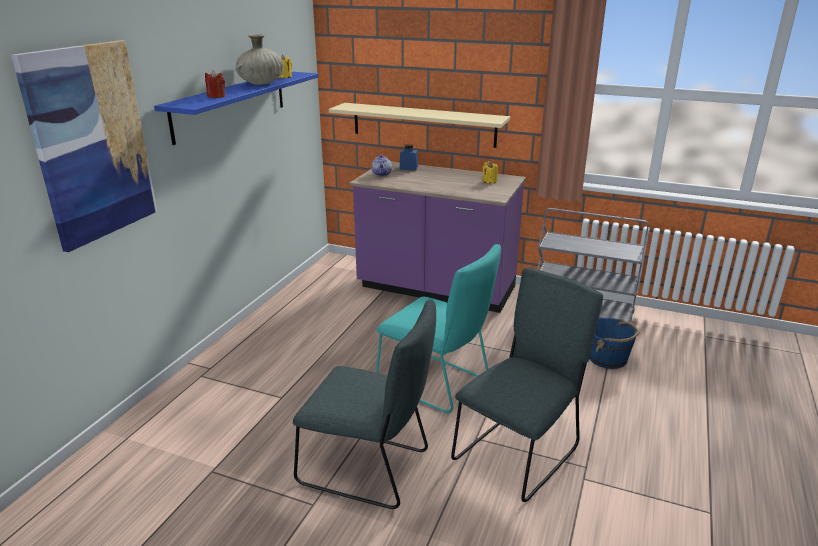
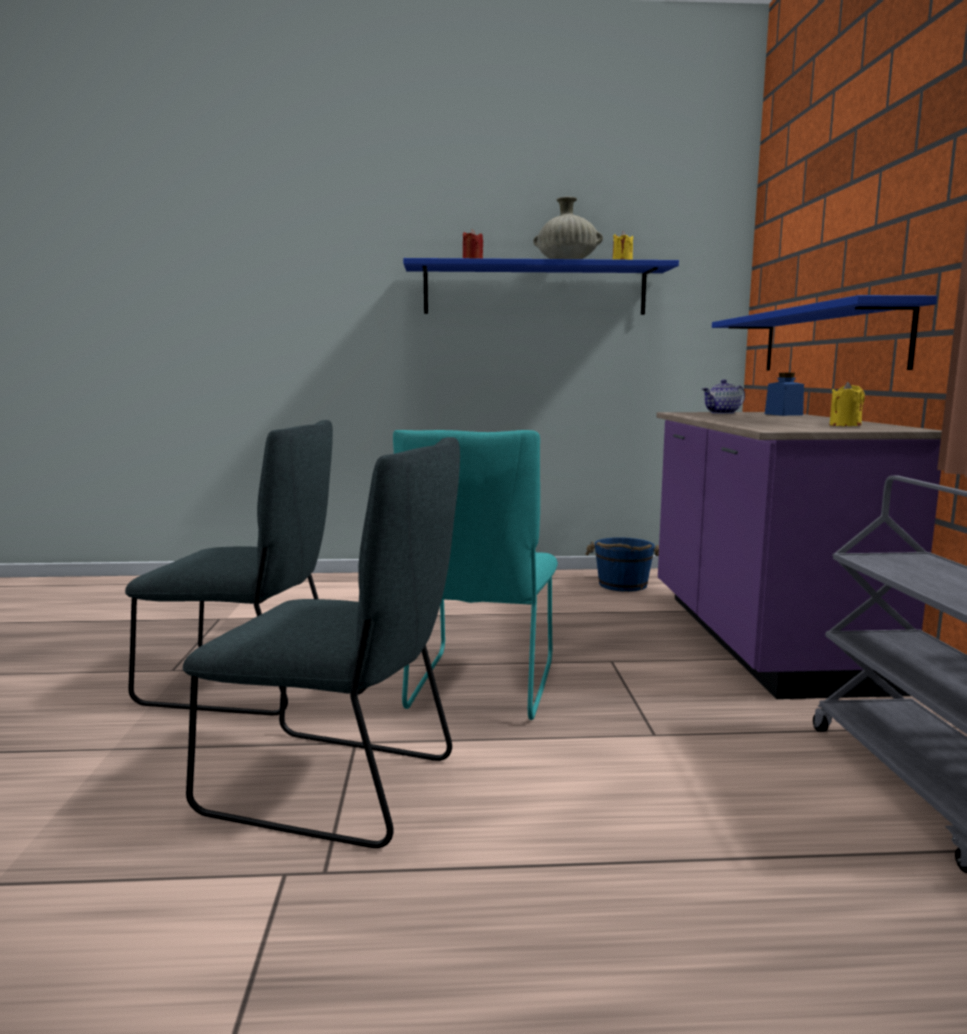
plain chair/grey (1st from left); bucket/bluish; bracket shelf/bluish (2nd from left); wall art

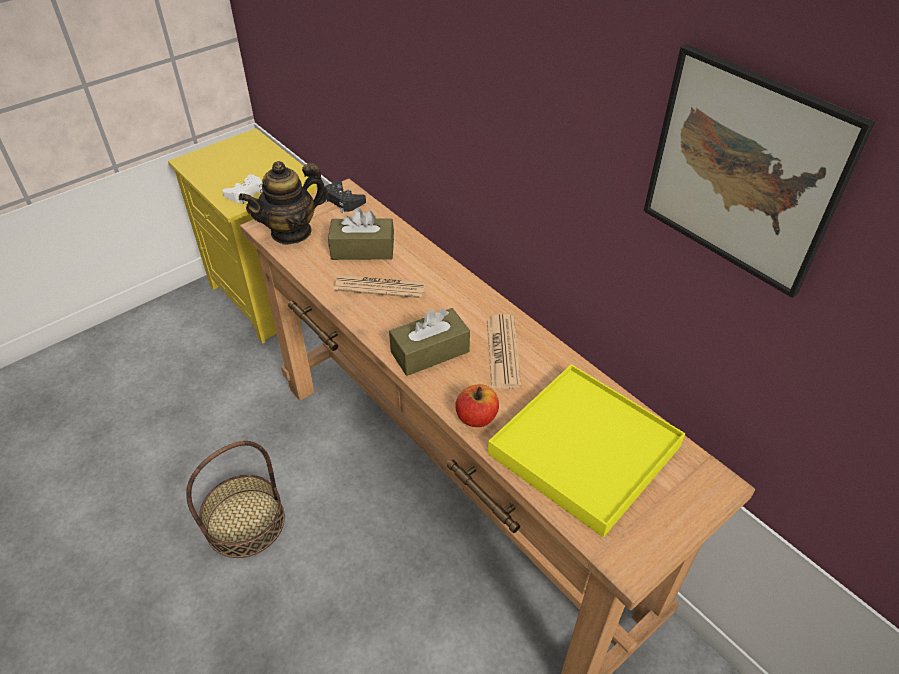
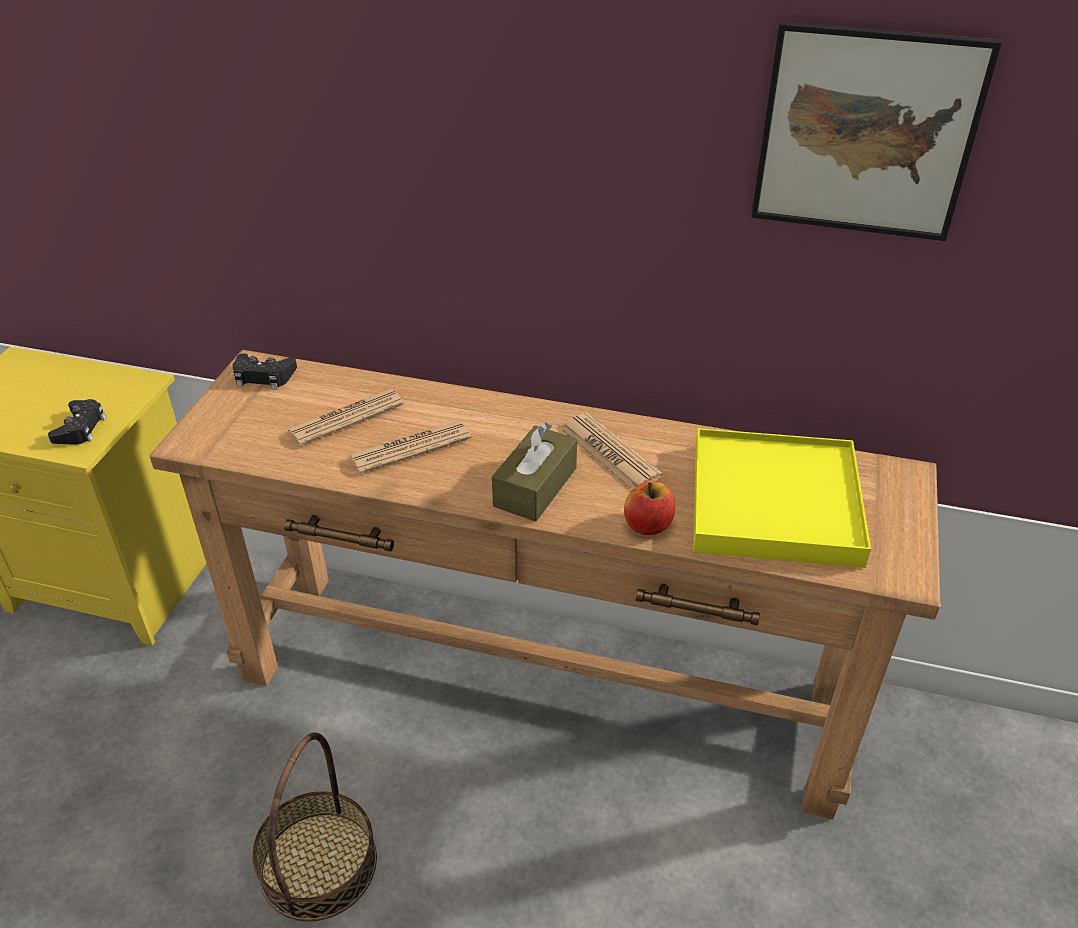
game controller/black (1st from left); printed paper (1st from left); pot for tea

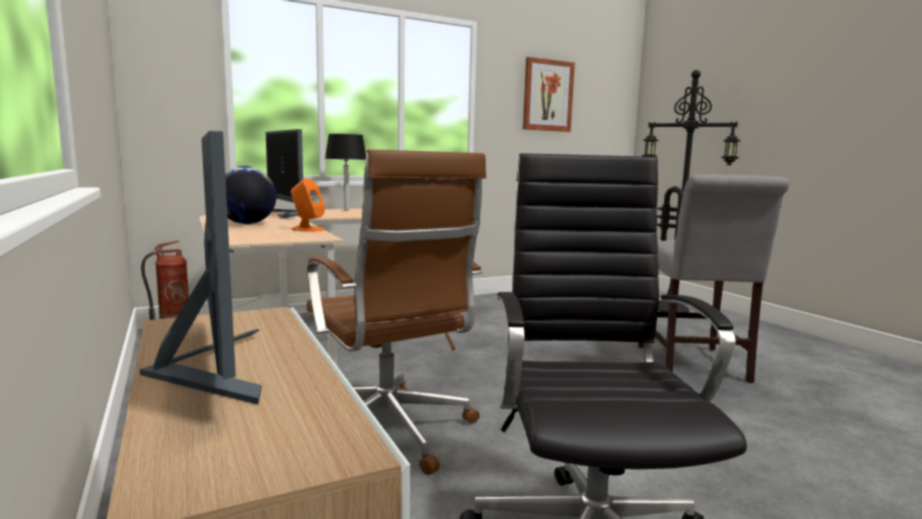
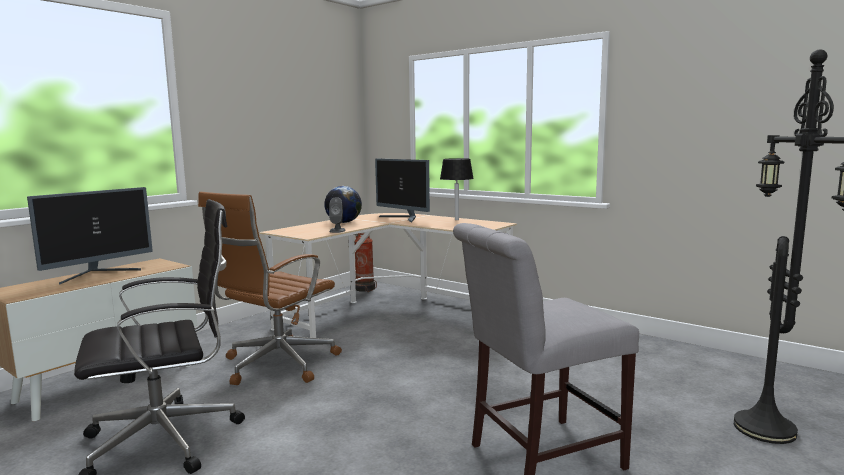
loudspeaker/grey; monitor (2nd from left); wall art

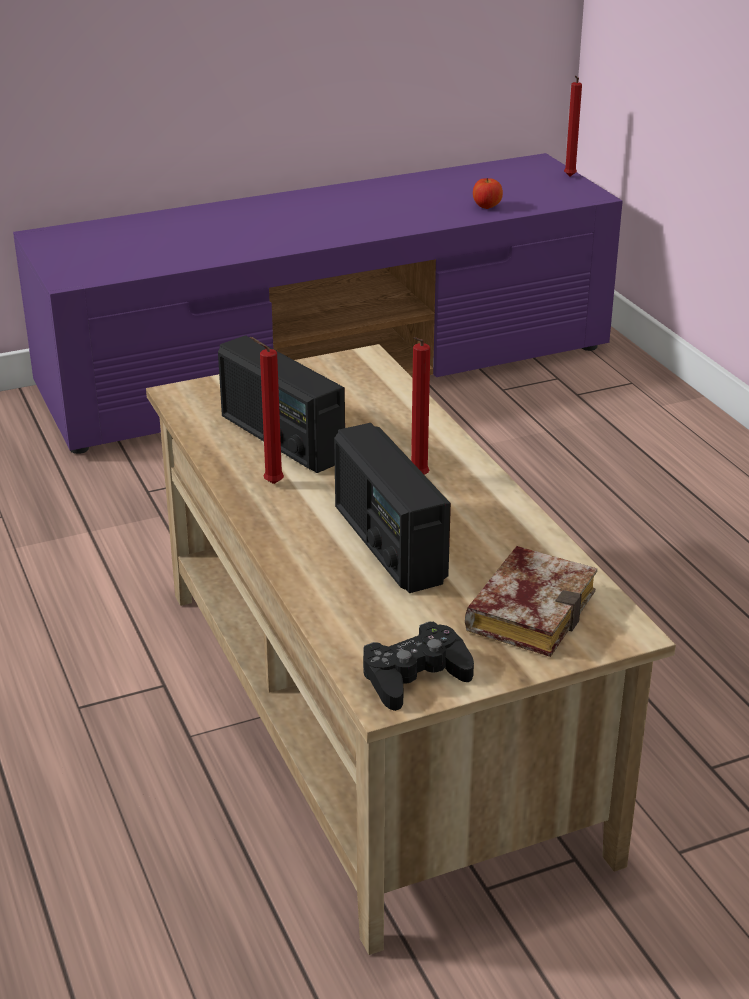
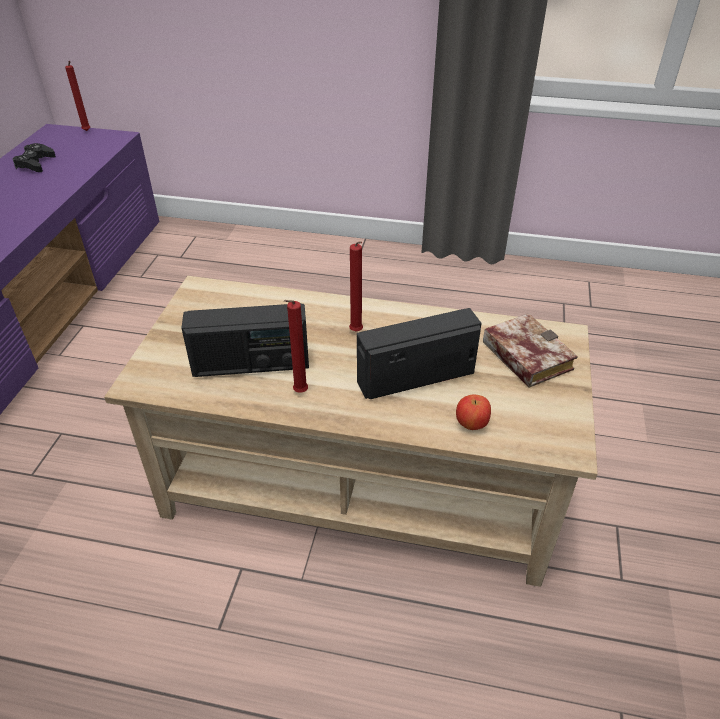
game controller/black; radio (2nd from left); whole apple

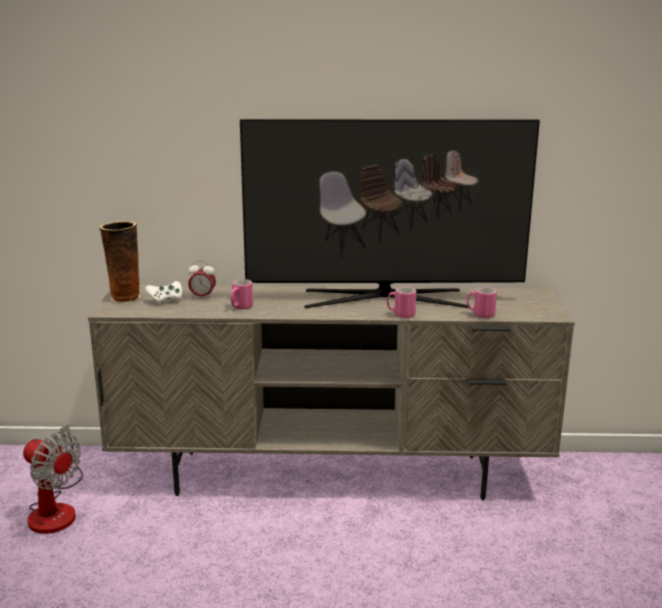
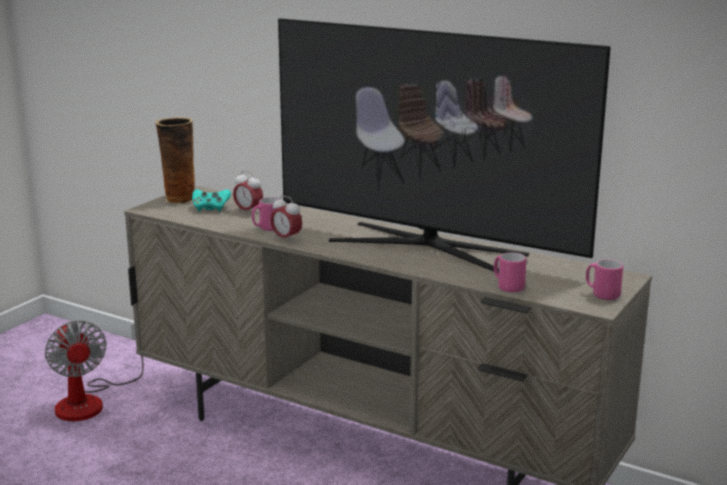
game controller/turquoise-coloured; alarm clock (2nd from left); mug/pinkish (3rd from left)

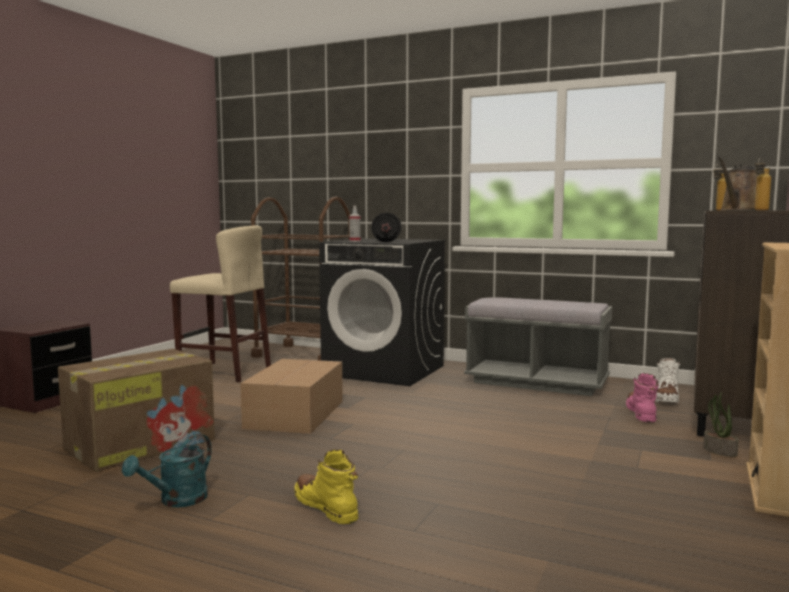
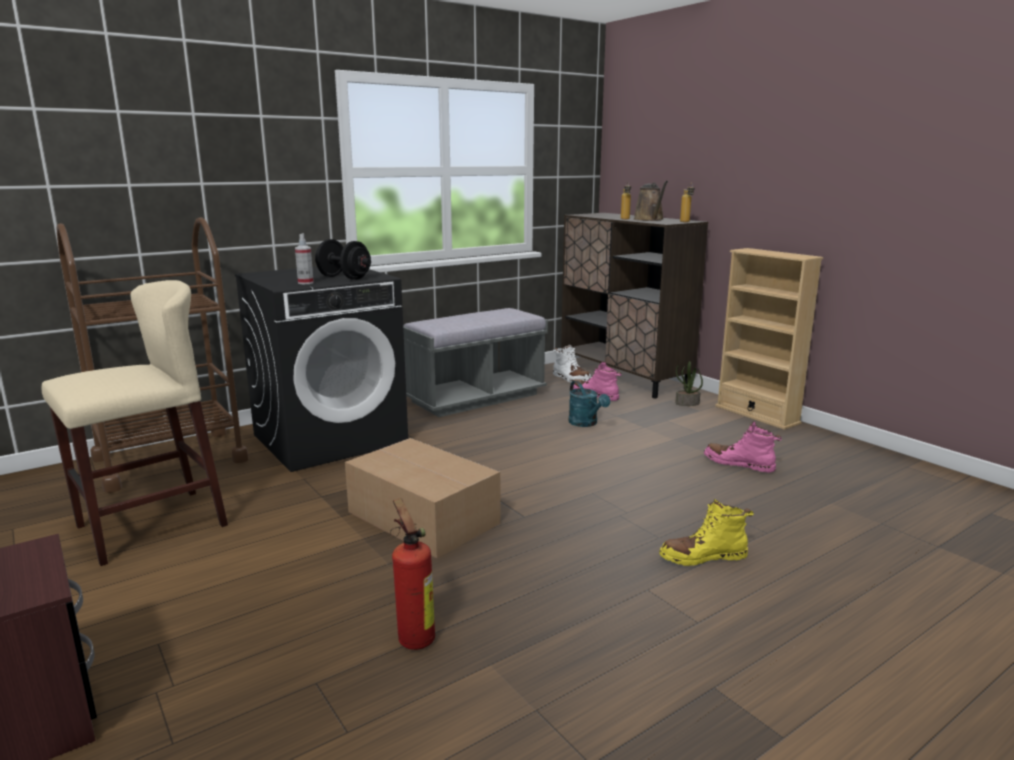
fire extinguisher; watering pot/turquoise-coloured; tall boot/pinkish (2nd from left)

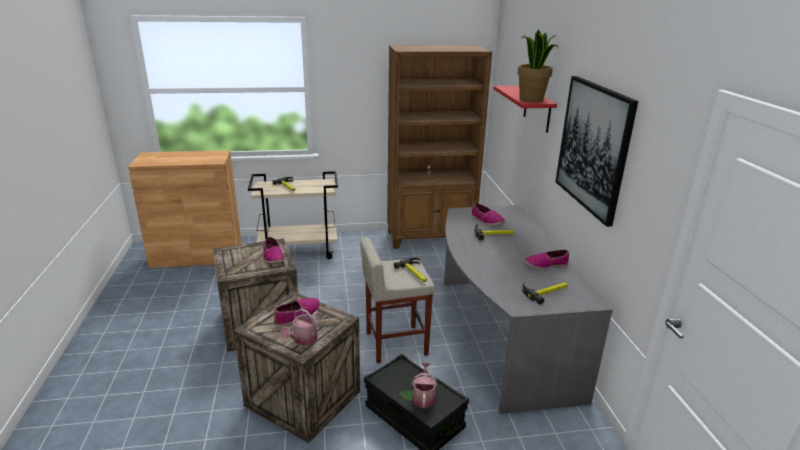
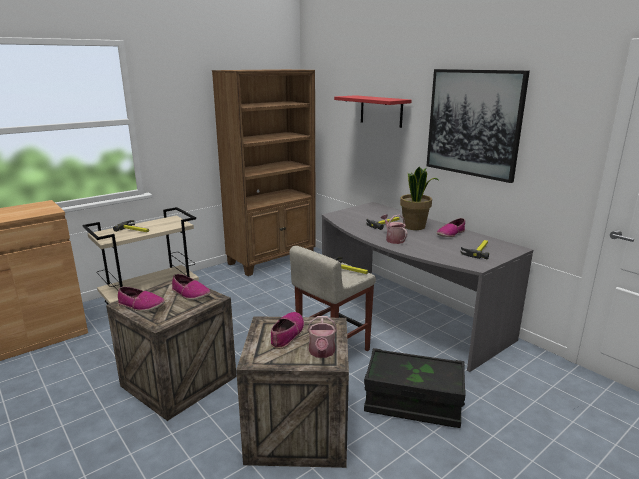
item of footwear (1st from left); watering pot (2nd from left); potted plant

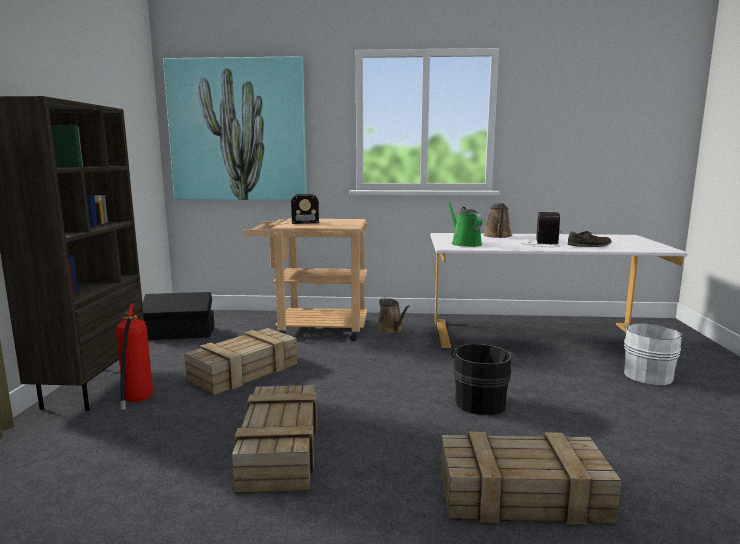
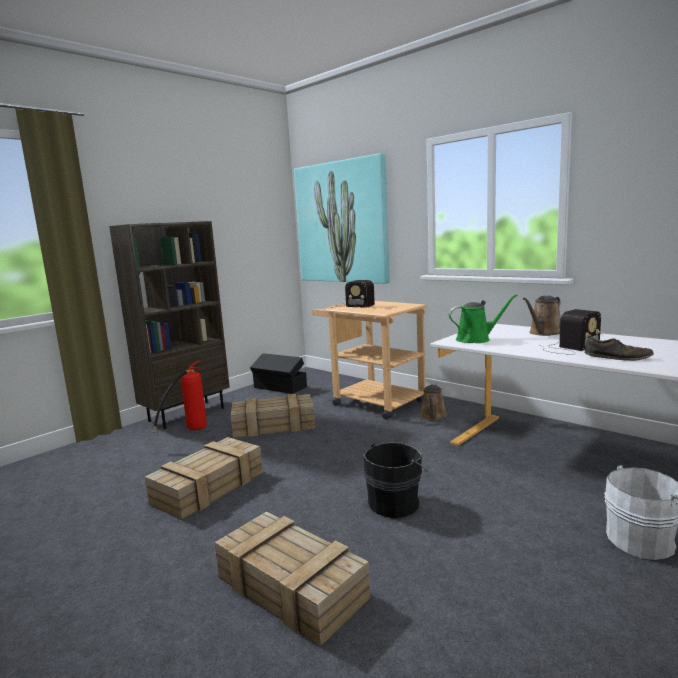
watering pot/greenish

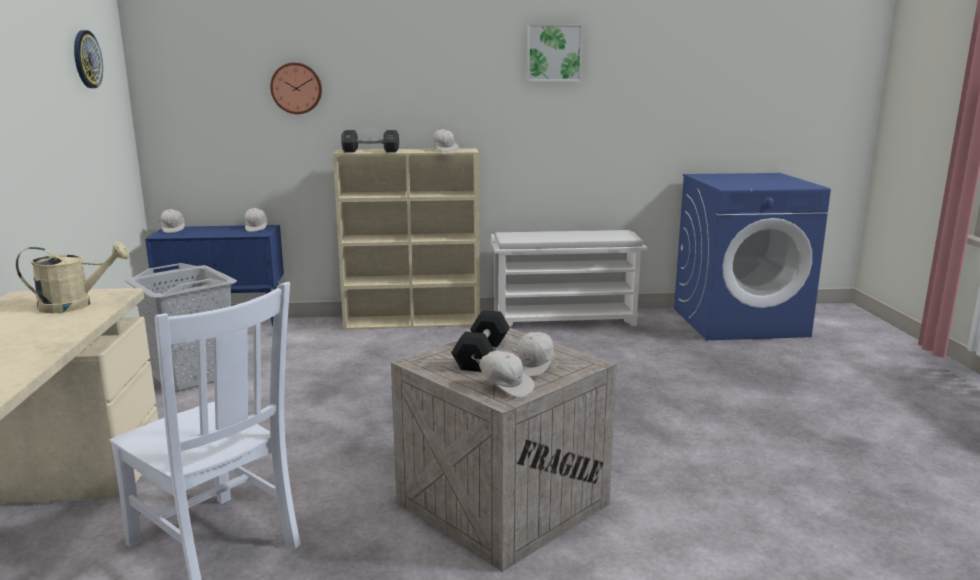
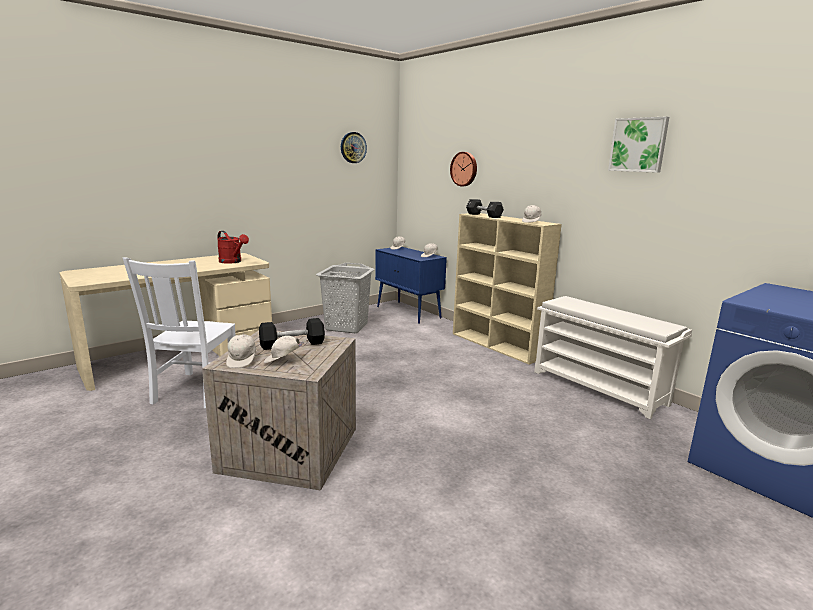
watering pot/reddish

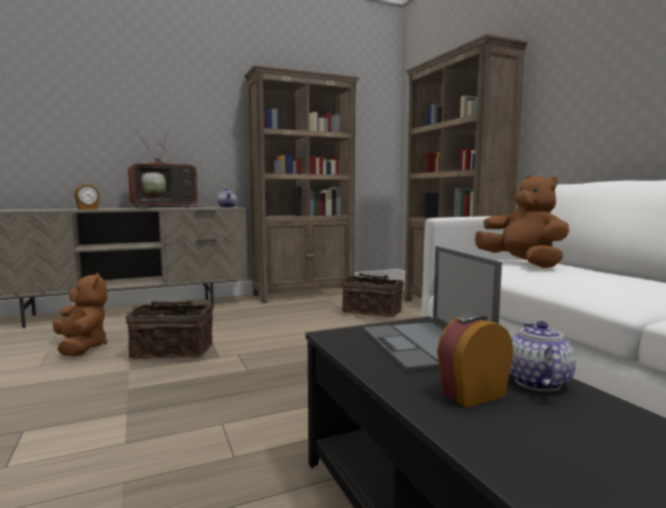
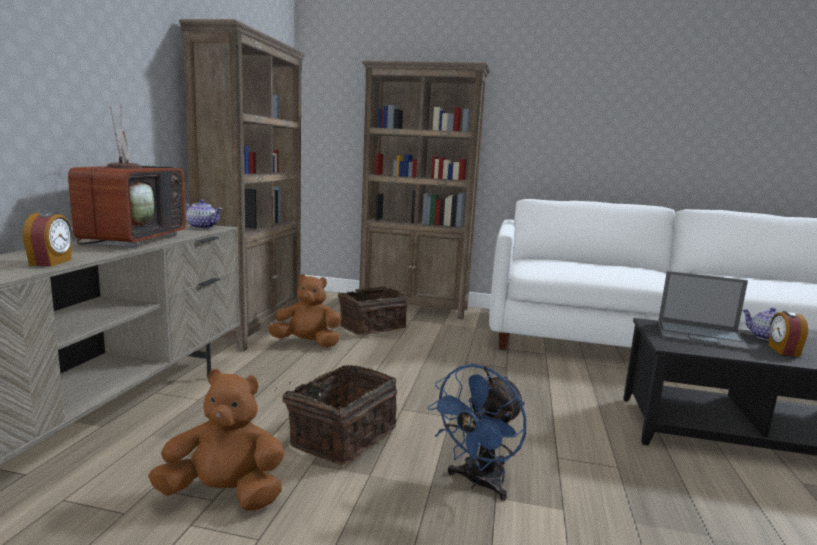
soft toy/brown (2nd from left); fan/bluish

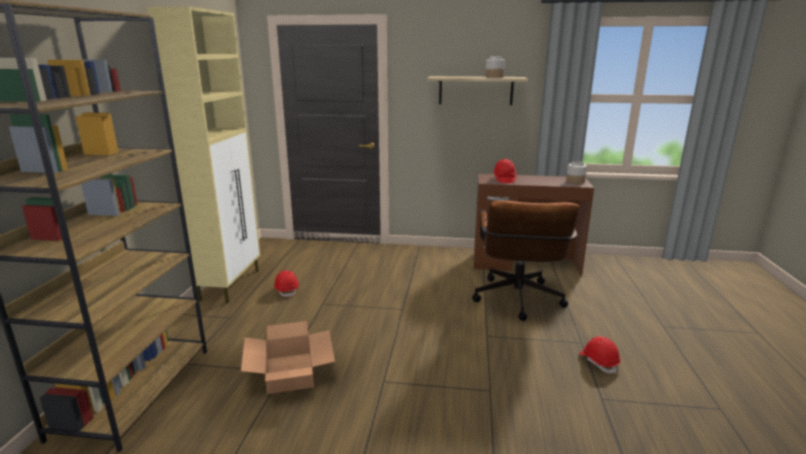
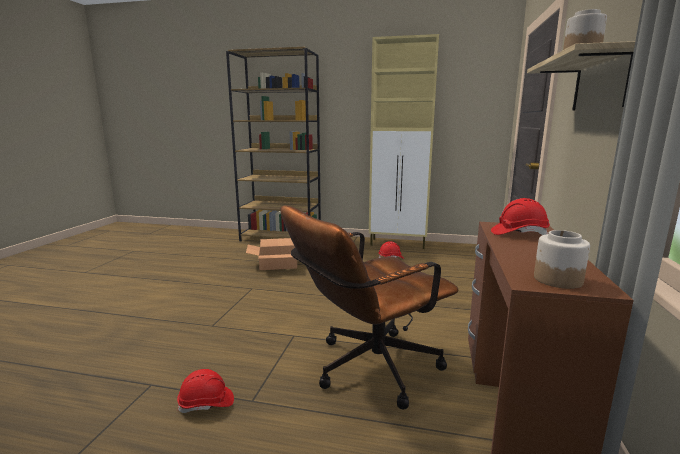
office chair/brown

